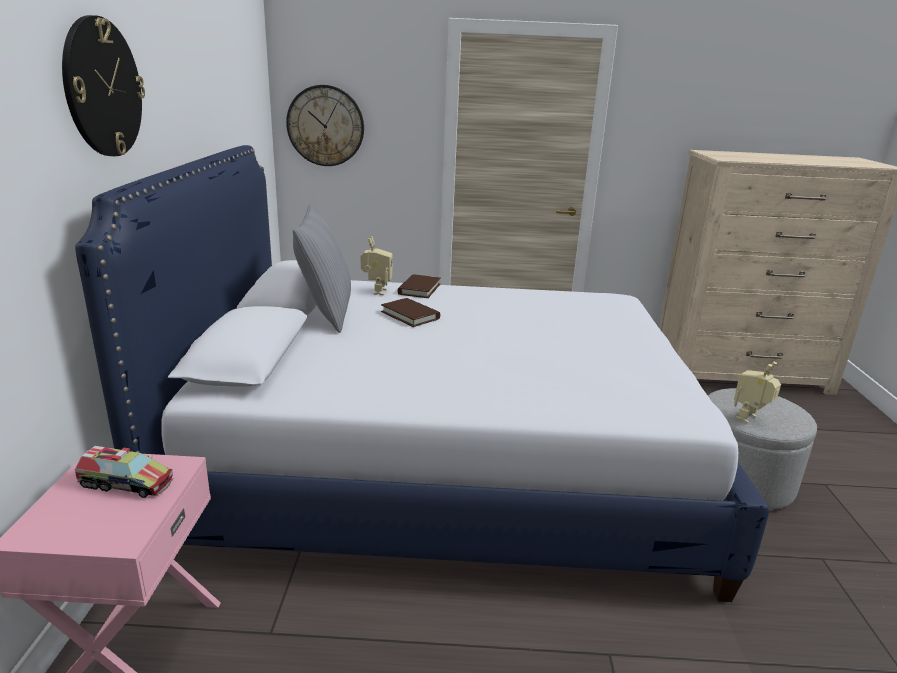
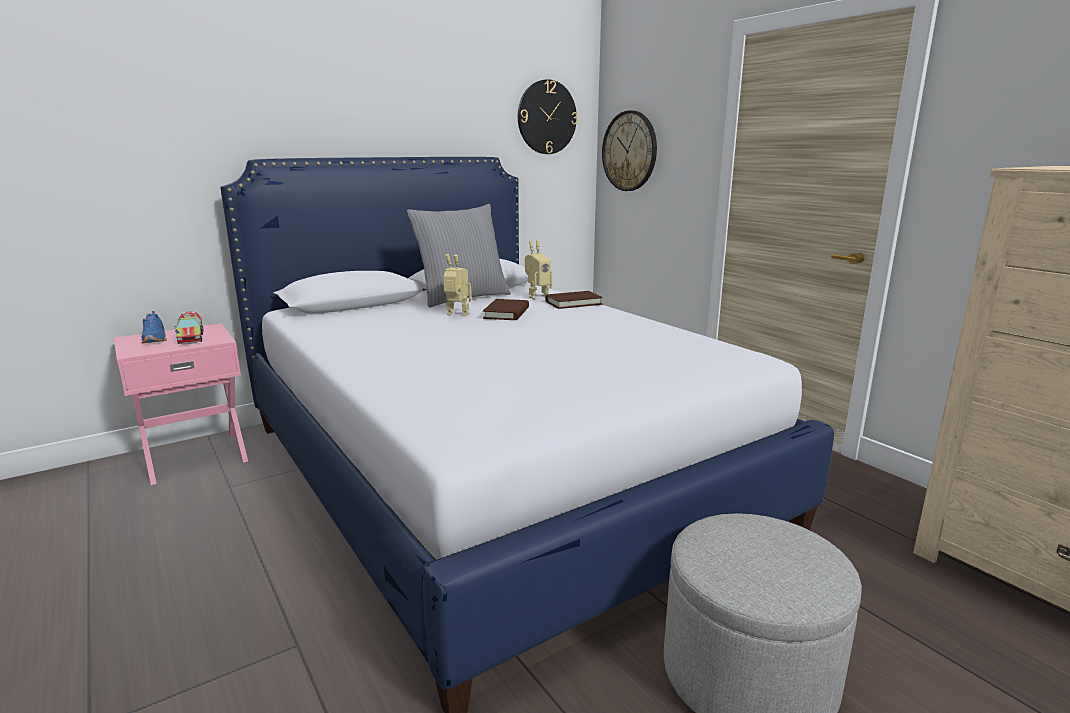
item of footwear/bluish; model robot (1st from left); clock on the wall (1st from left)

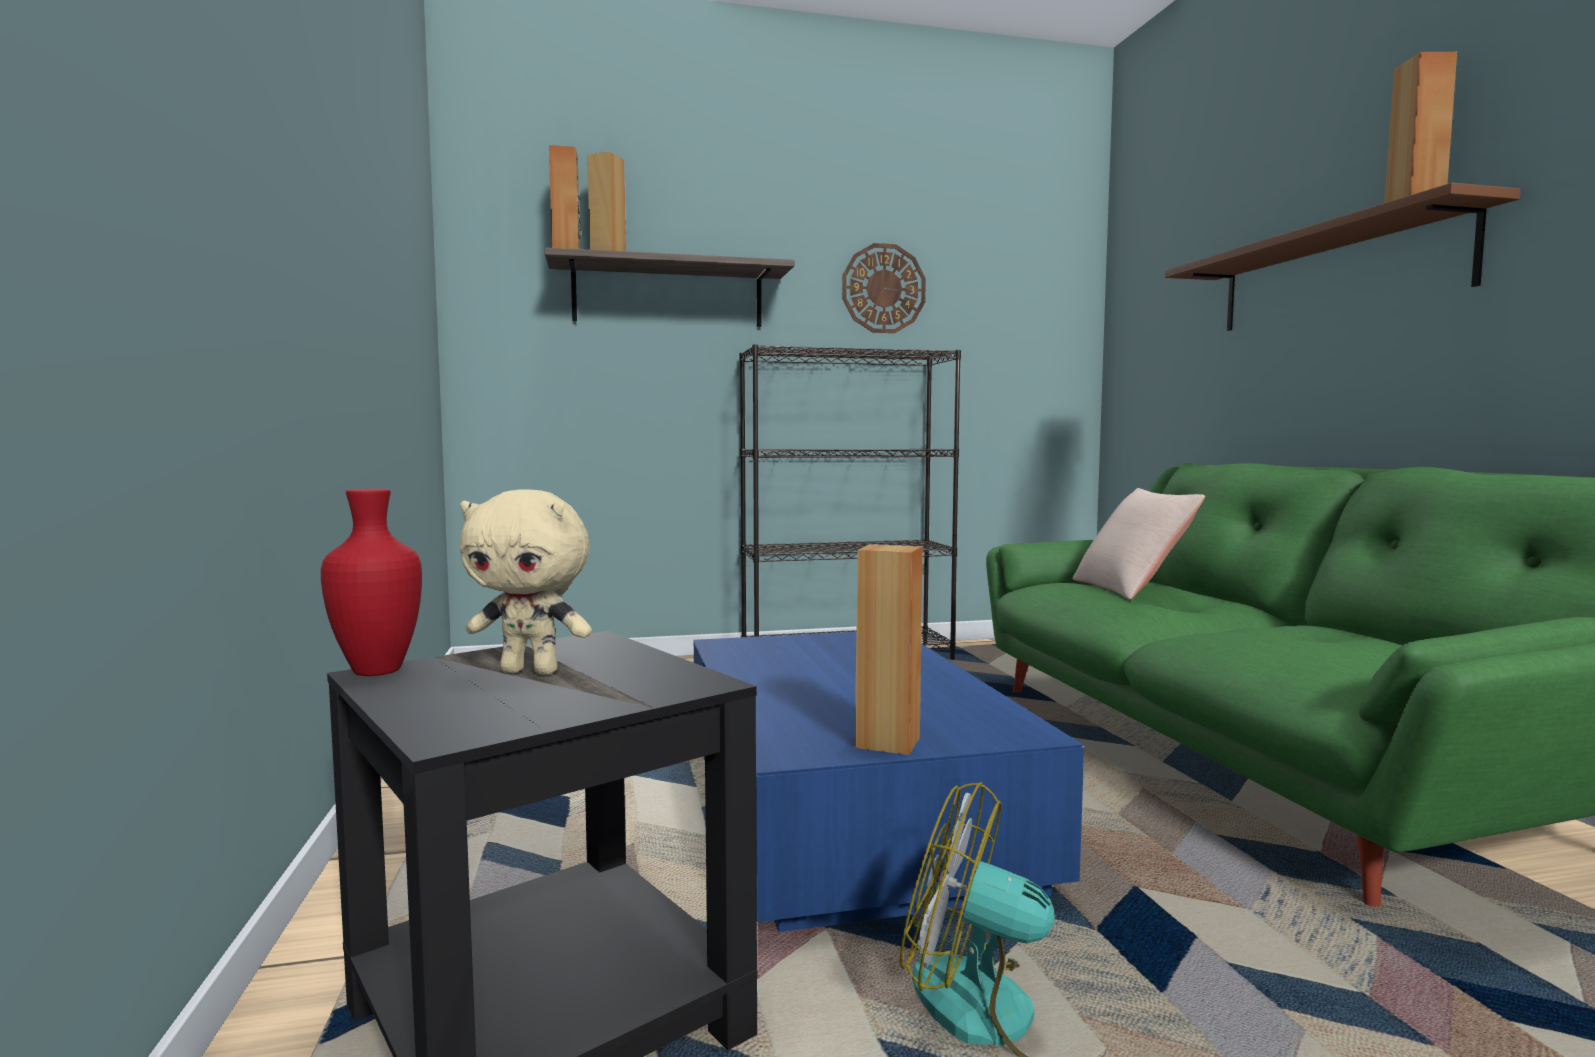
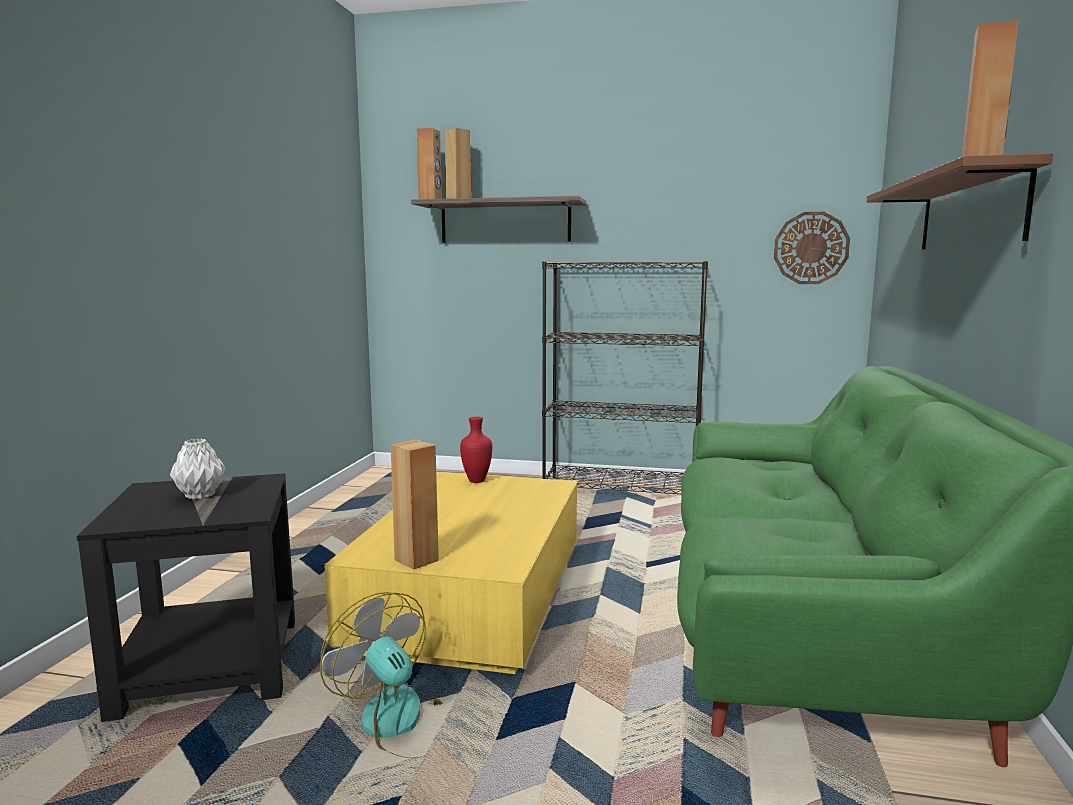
vase/grey; low table/yellowish; vase/reddish; clock on the wall; pillow/beige

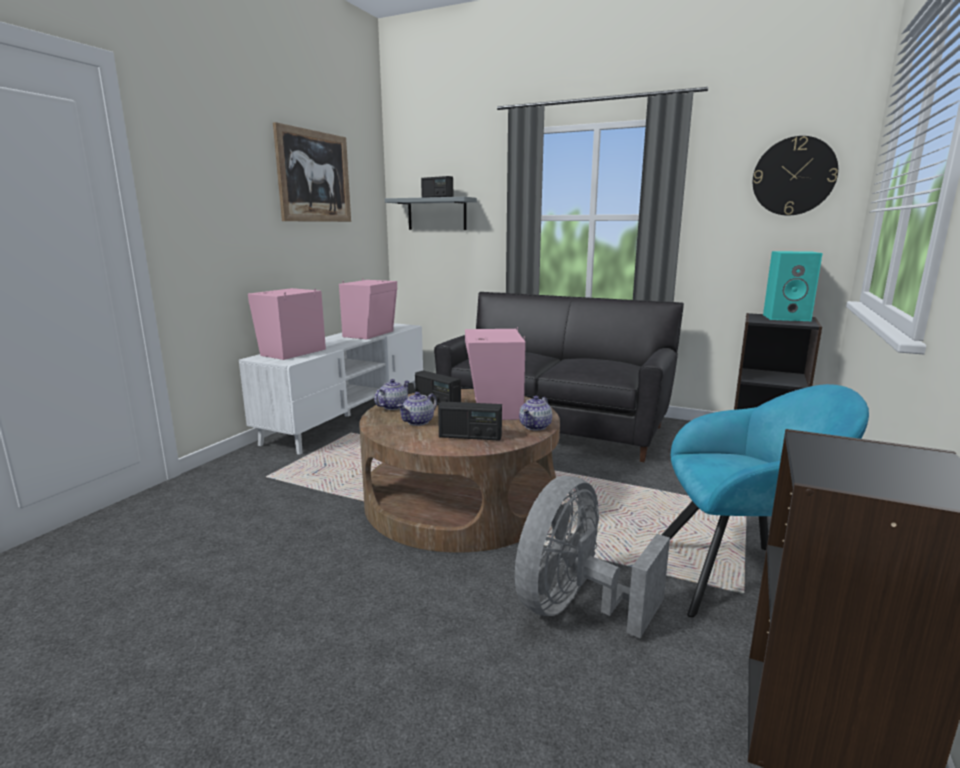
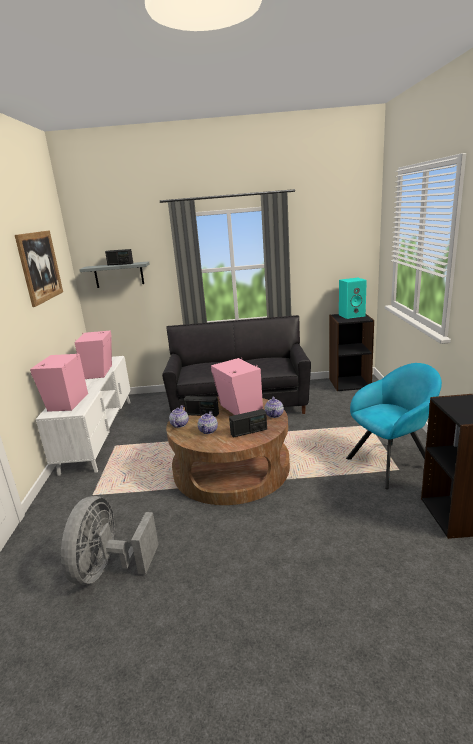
fan/grey; clock on the wall

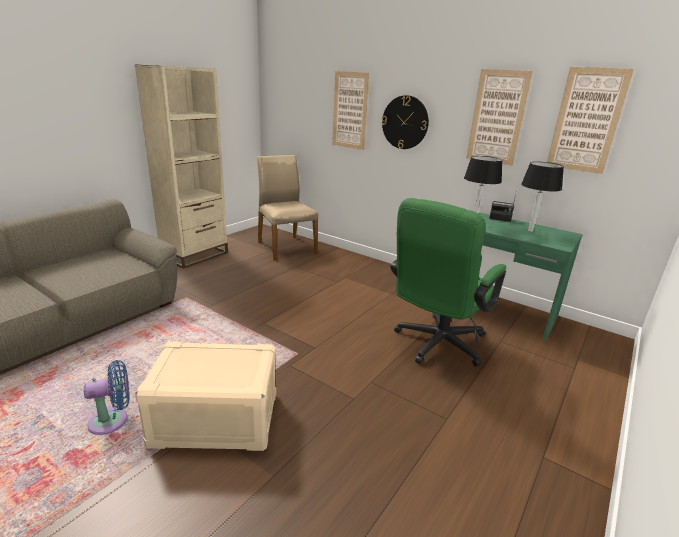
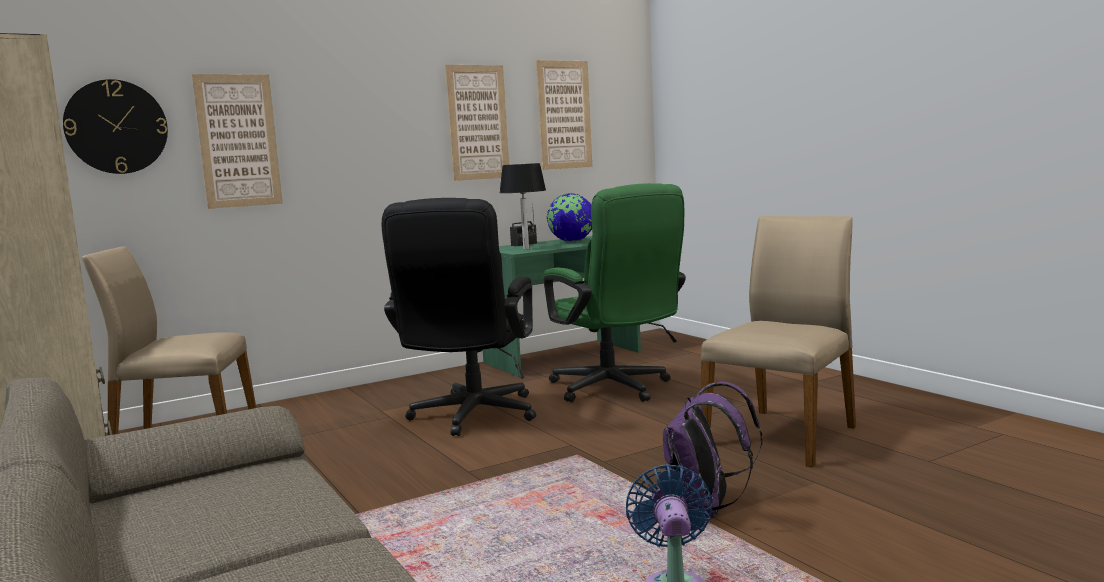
clock on the wall; office chair/black; world globe; backpack/purplish; plain chair/beige (2nd from left)

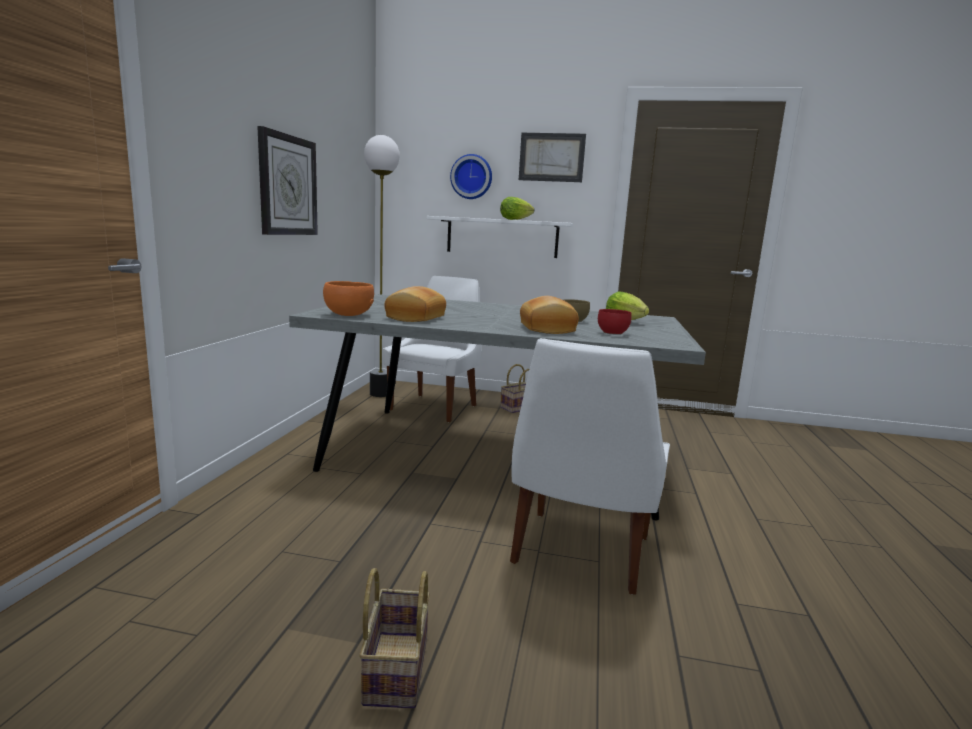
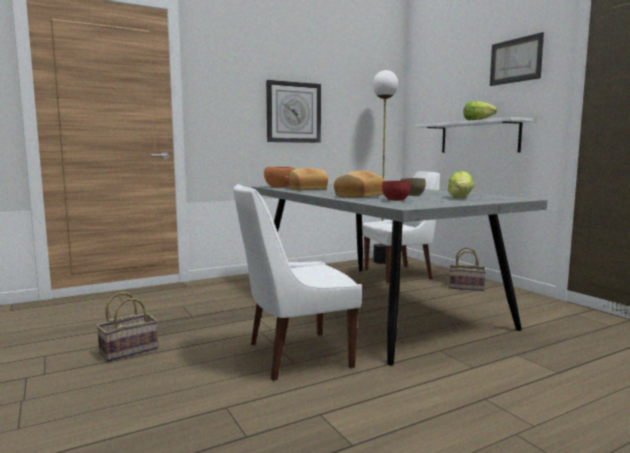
clock on the wall (2nd from left in the first image)

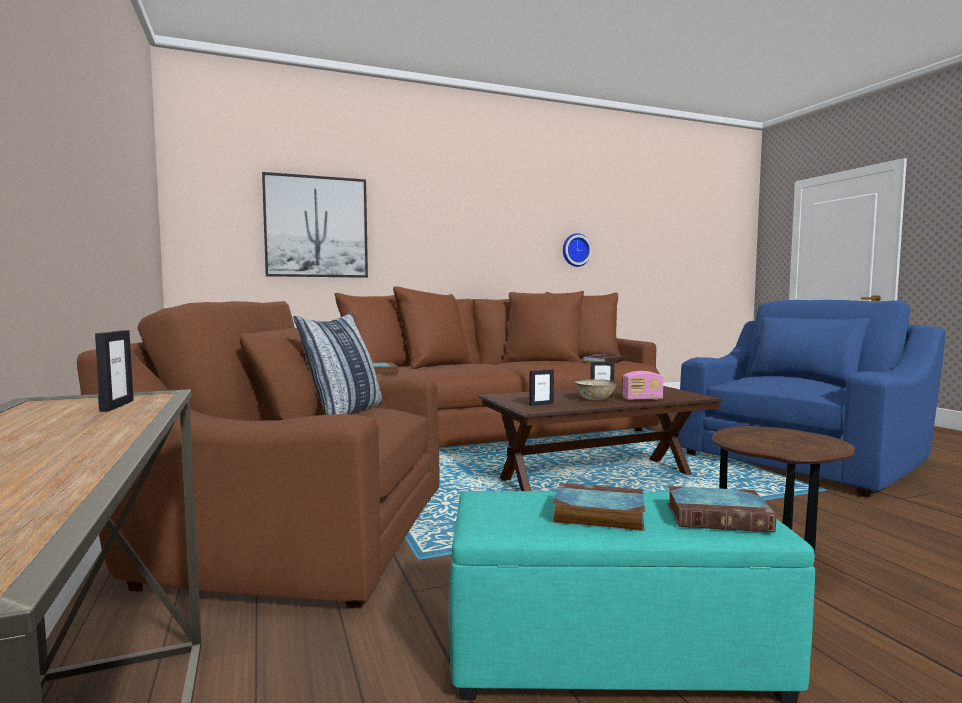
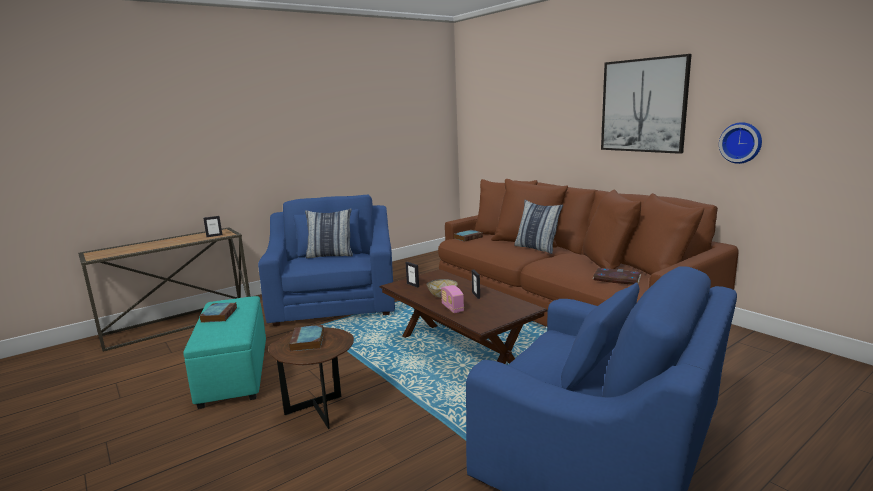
lounge chair/bluish (1st from left); volume (2nd from left); pillow (2nd from left); wall art

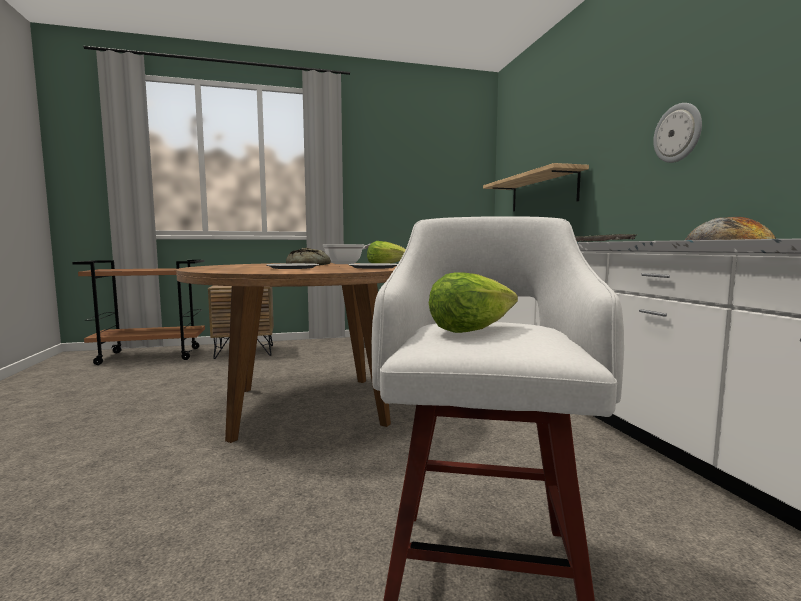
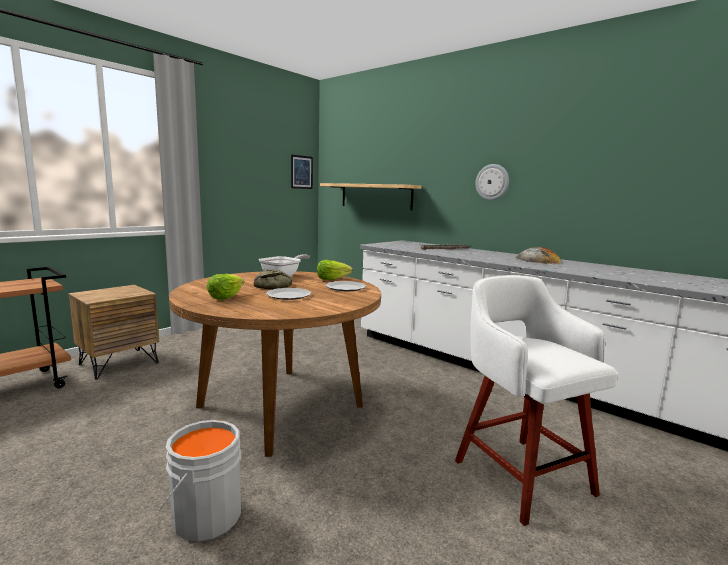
bucket/grey; lettuce head (1st from left); wall art

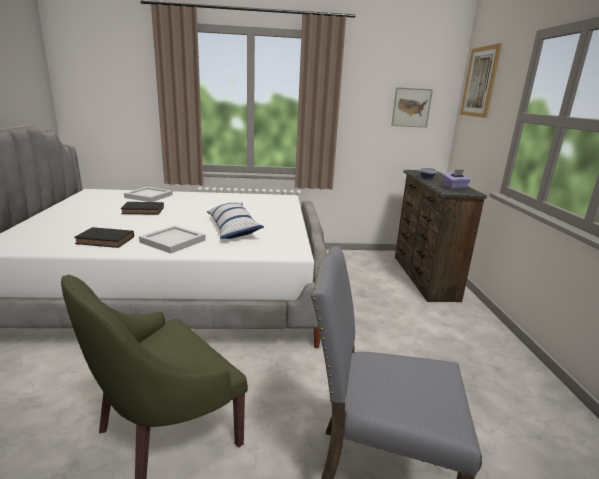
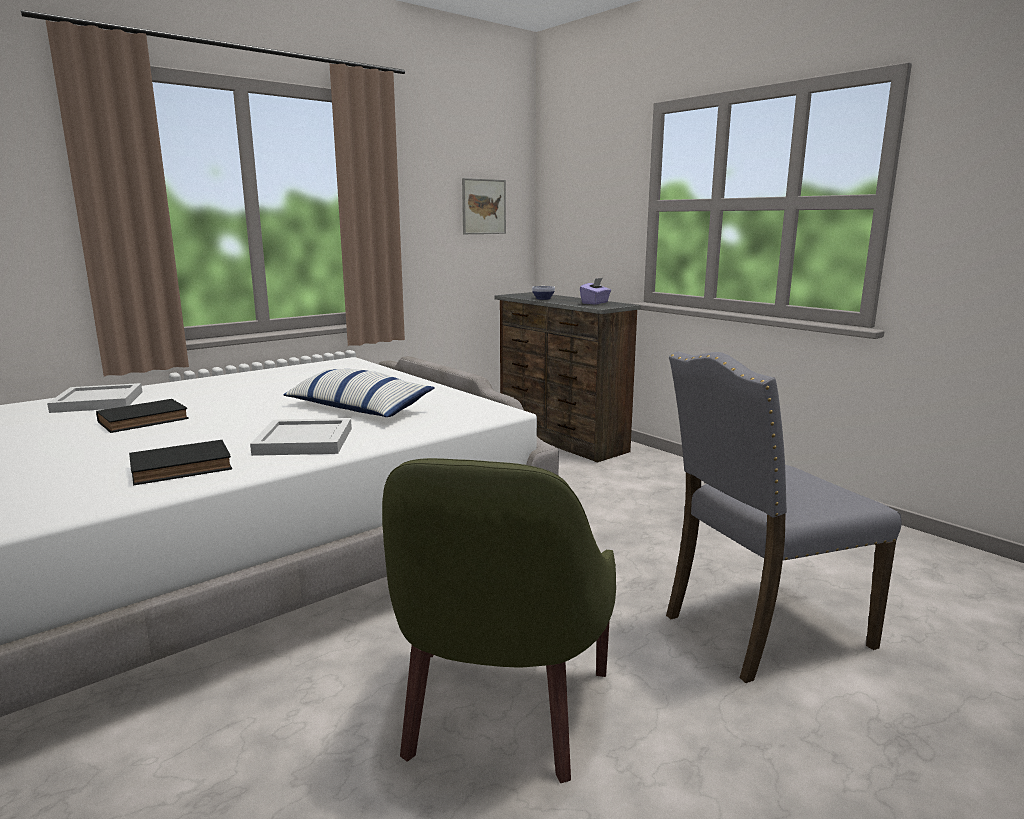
wall art (2nd from left in the first image)

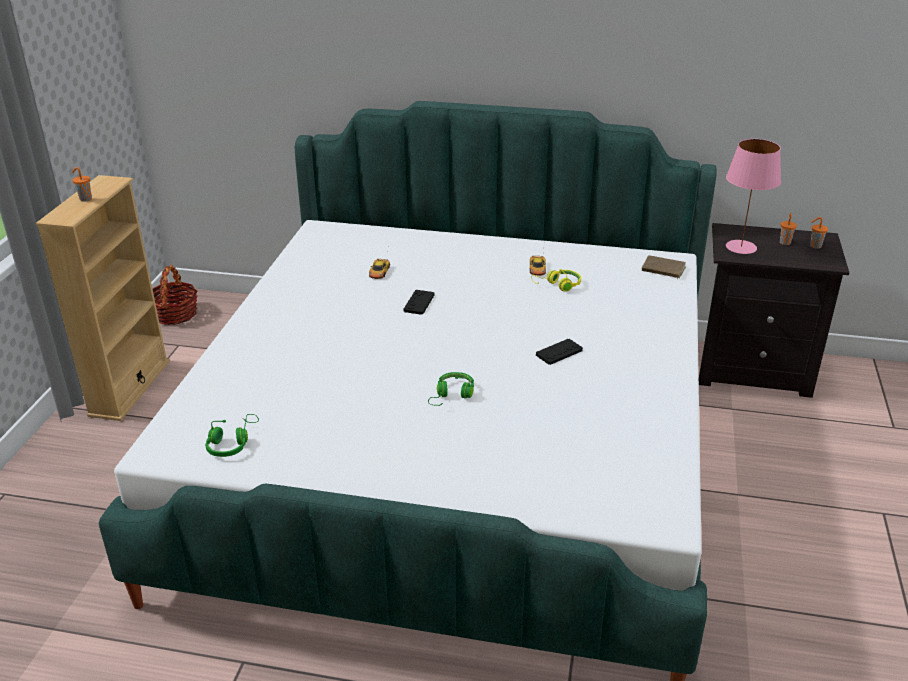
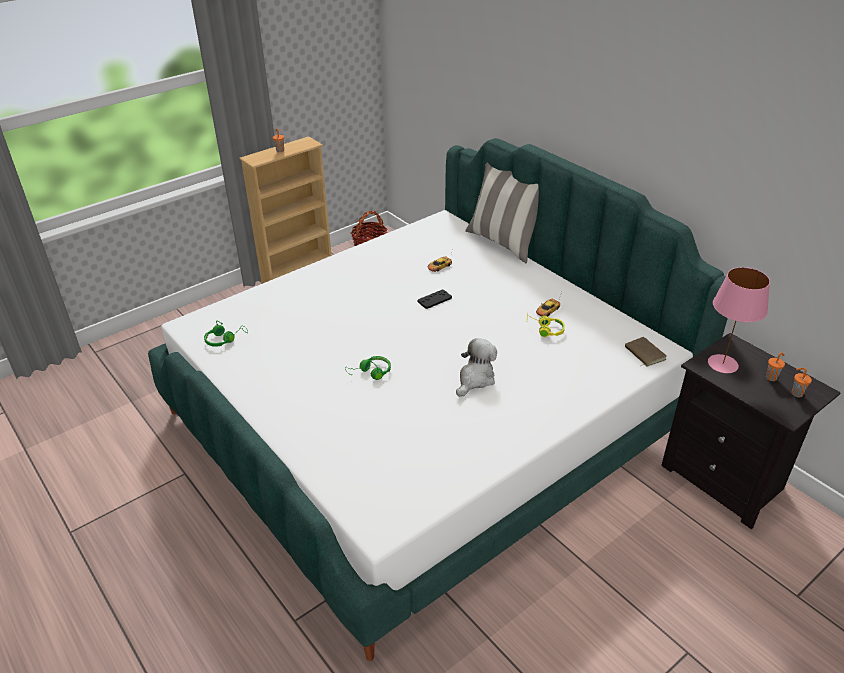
soft toy; pillow

